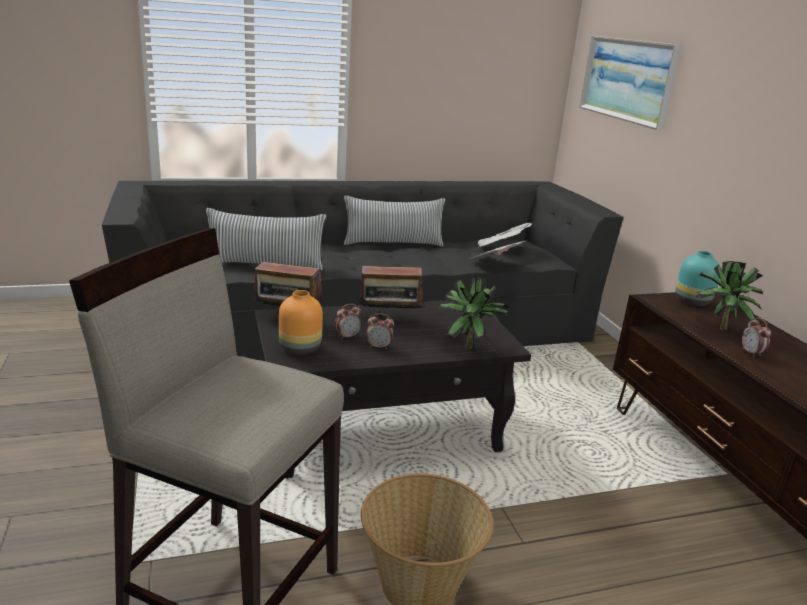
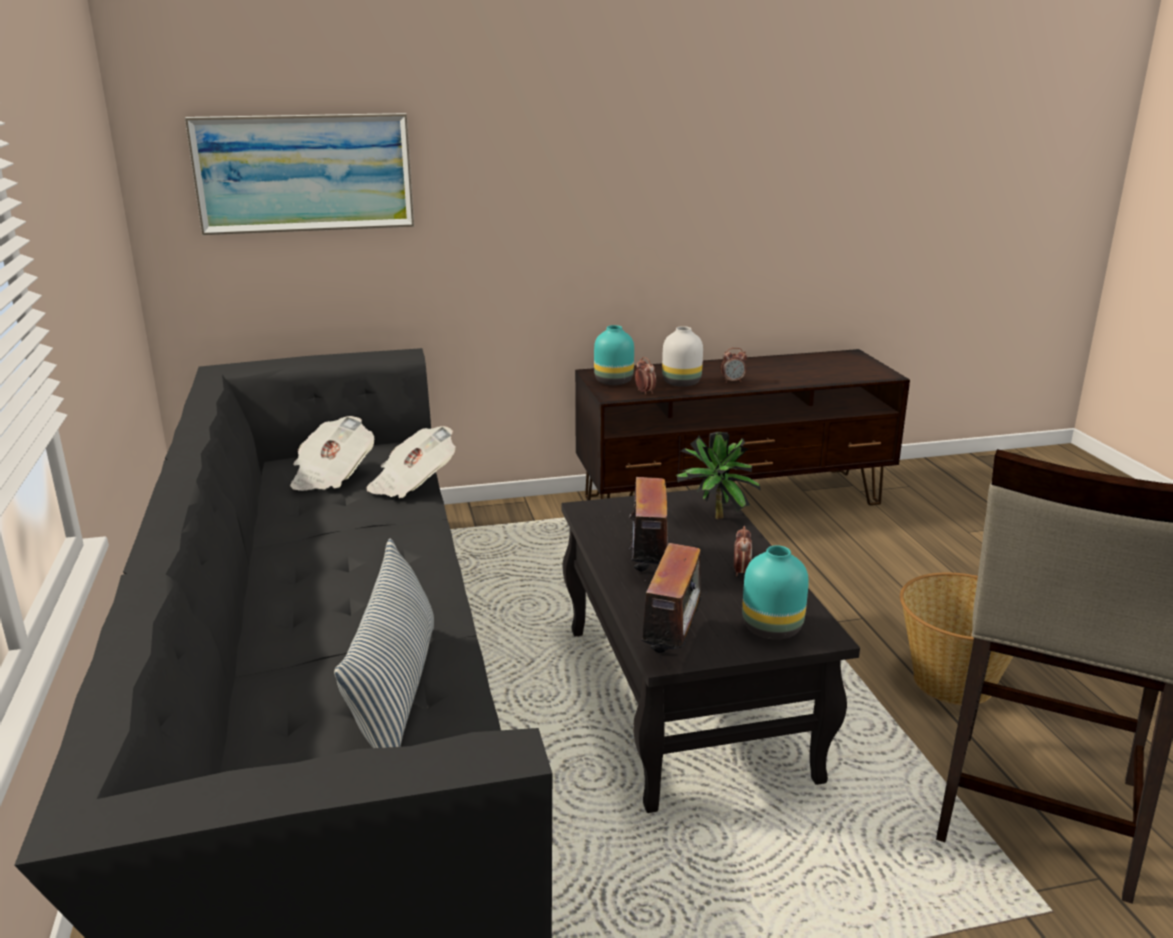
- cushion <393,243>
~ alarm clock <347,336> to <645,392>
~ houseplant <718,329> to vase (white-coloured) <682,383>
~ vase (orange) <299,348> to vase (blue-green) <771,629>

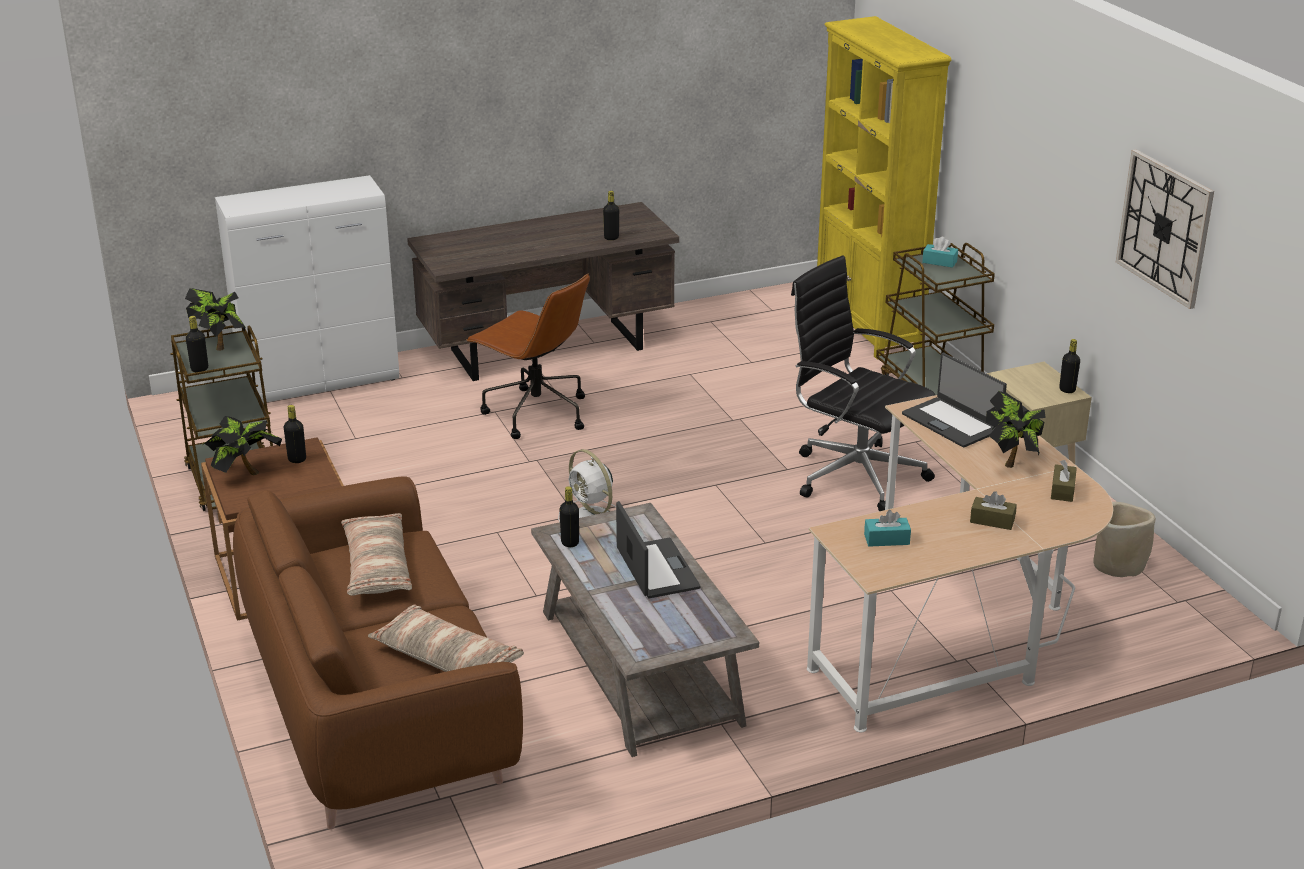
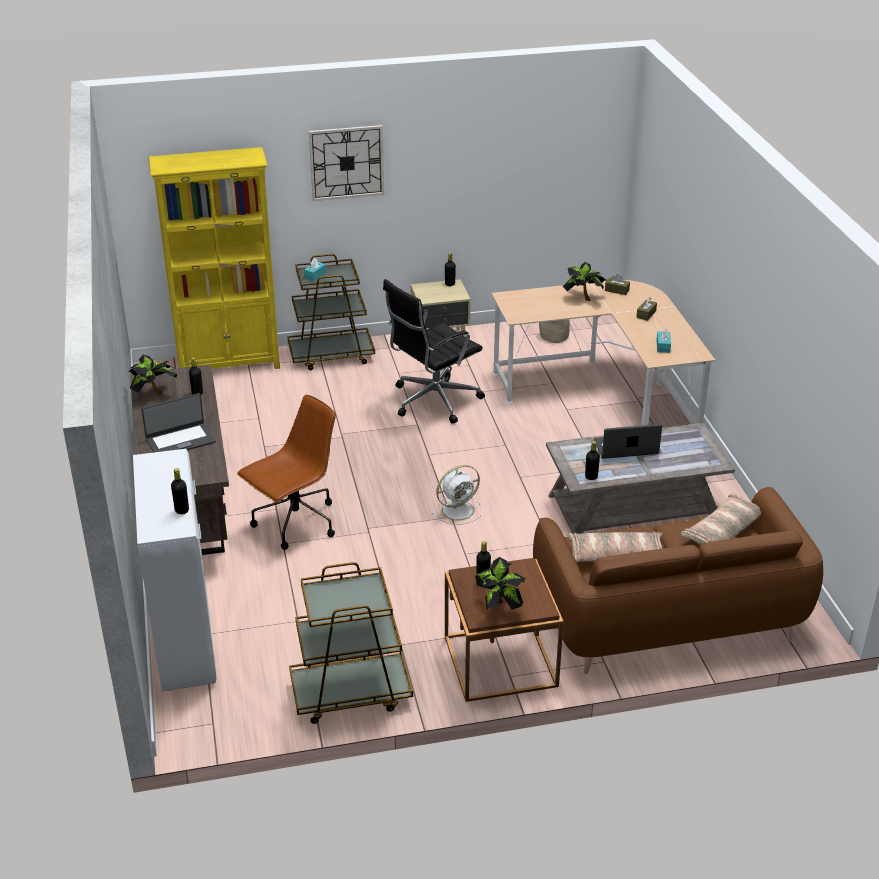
~ houseplant <220,345> to <153,393>
~ drink bottle (black-coloured) <199,369> to <182,510>
~ notebook computer <952,422> to <180,440>
~ clock on the wall <1164,227> to <346,162>

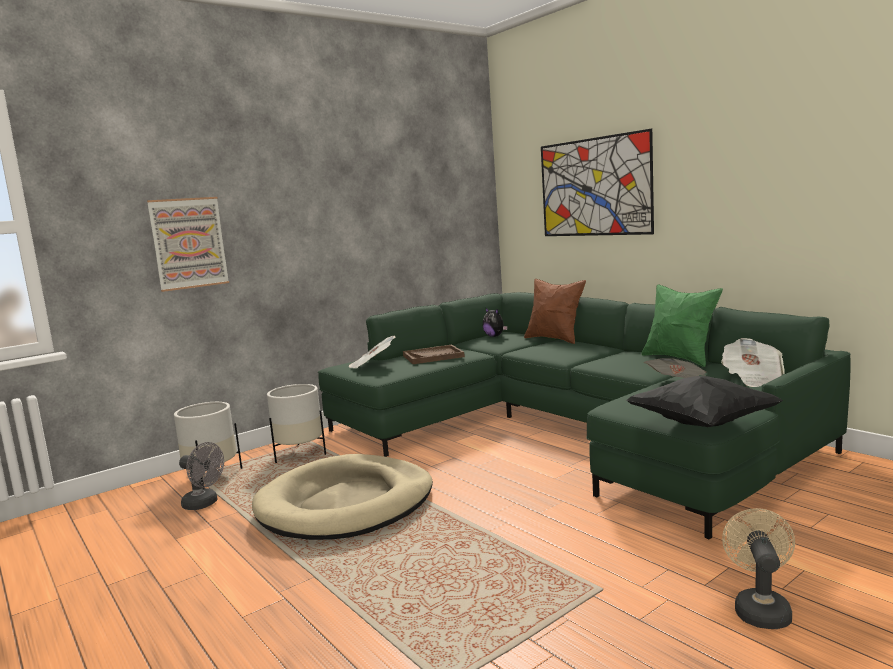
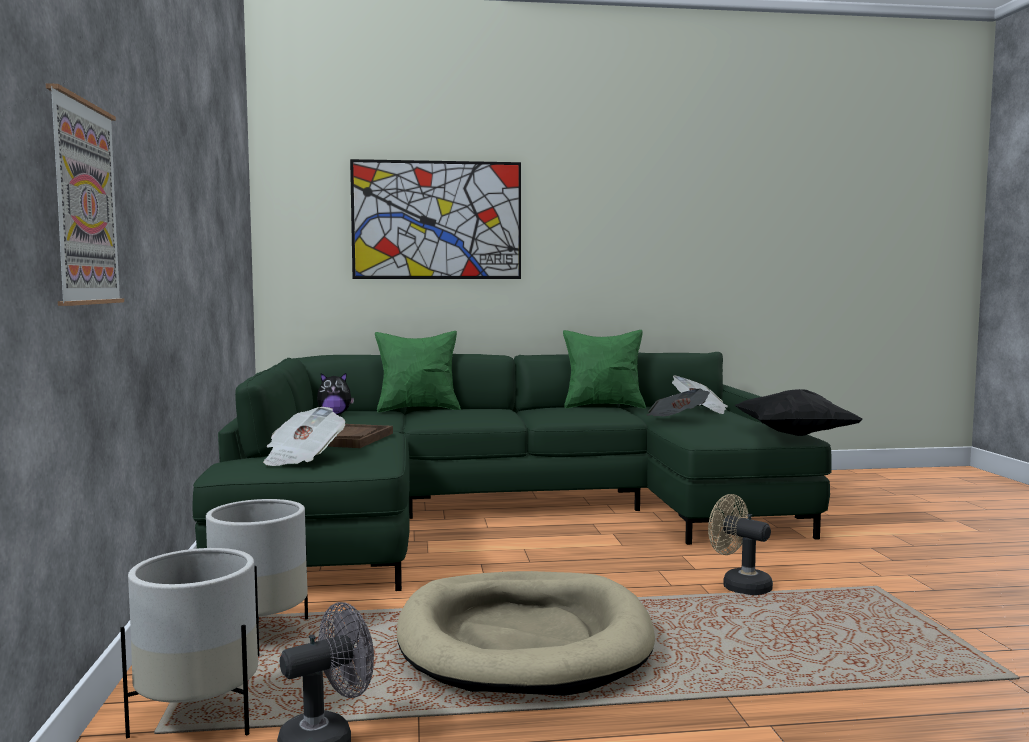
~ cooling fan (sand-coloured) <760,608> to <739,586>
~ cushion (brownish) <555,339> to cushion (green-coloured) <418,409>

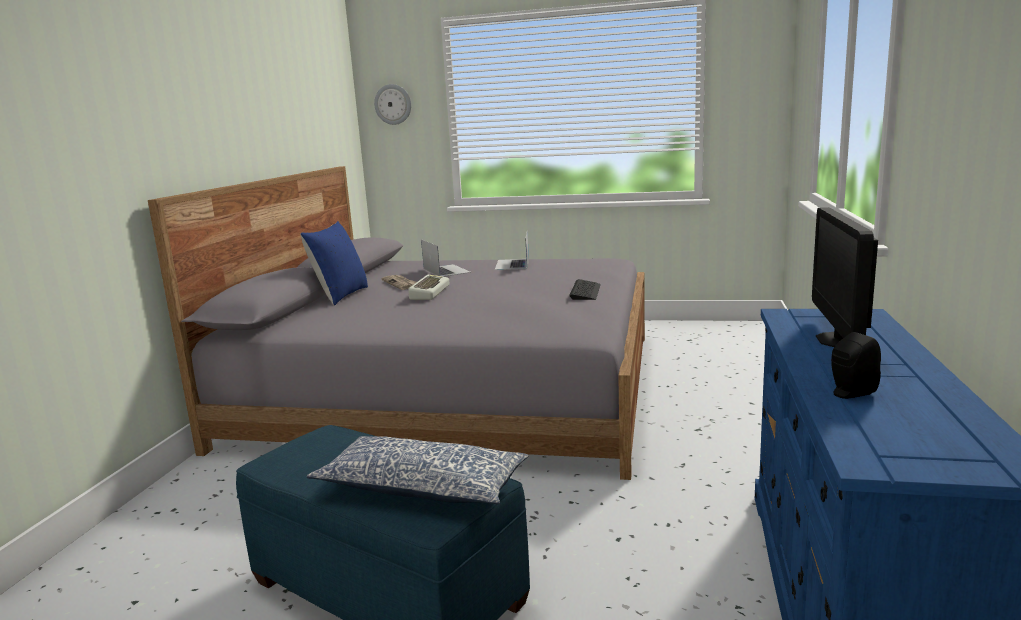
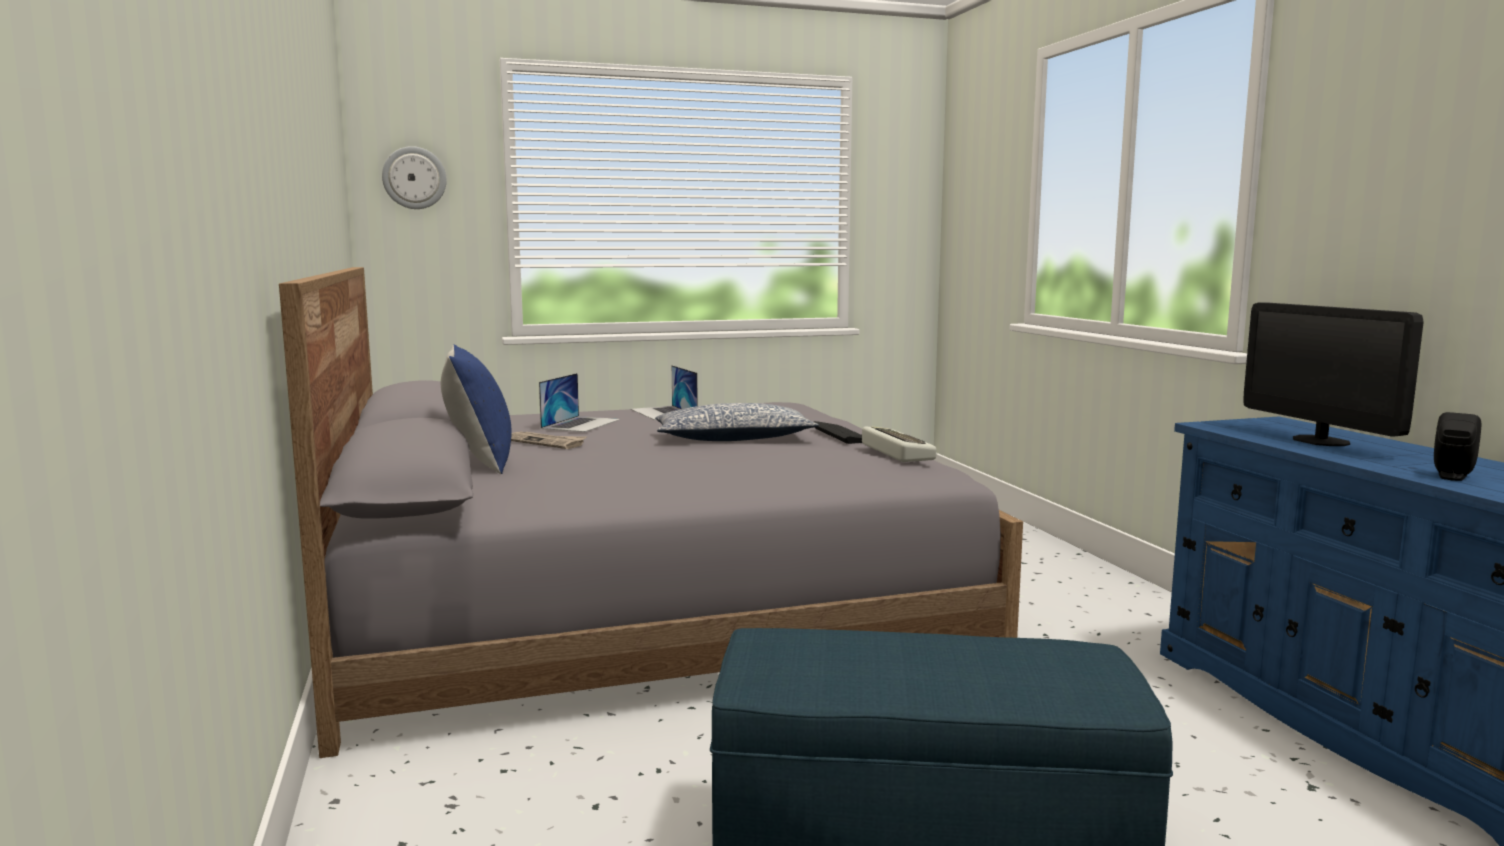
~ cushion <422,487> to <733,439>
~ computer keyboard <428,292> to <894,452>
~ notebook computer <446,270> = <581,424> 75 degrees clockwise

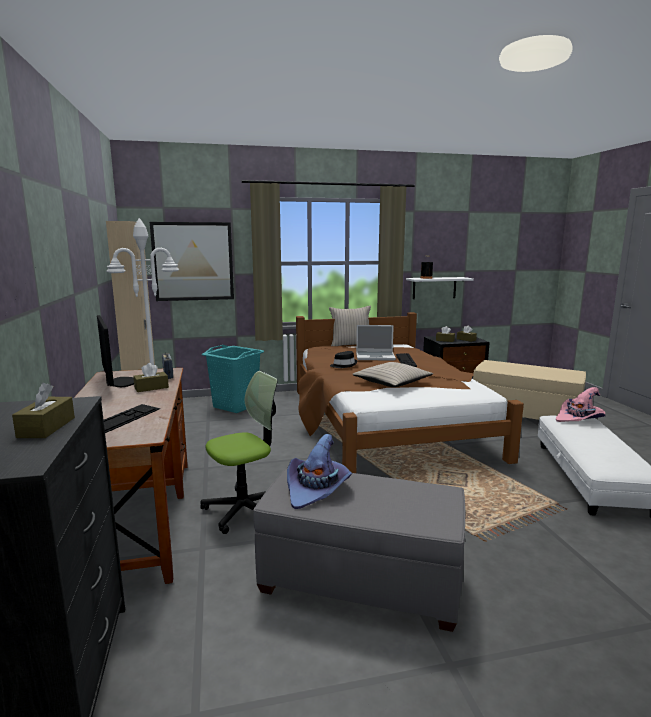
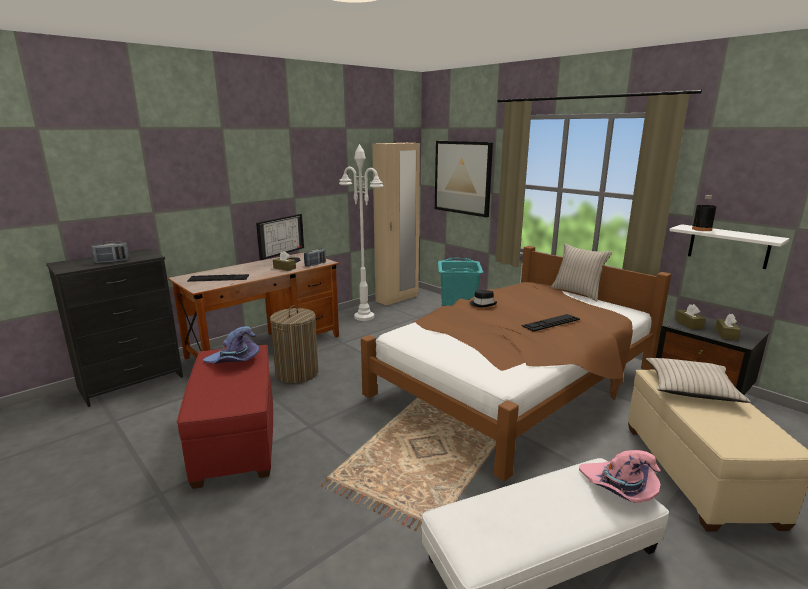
- notebook computer <375,356>
~ cushion (sand-coloured) <392,382> to <691,388>
~ box of tissues (brownish) <46,427> to radio set <112,261>
~ office chair <245,510> to washing basket <297,373>
~ ottoman (grey) <360,580> to ottoman (reddish) <236,438>

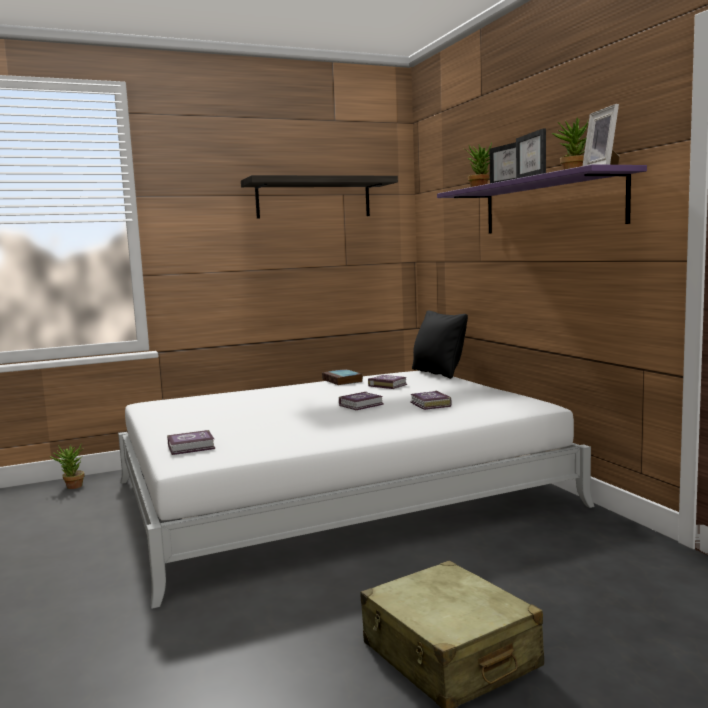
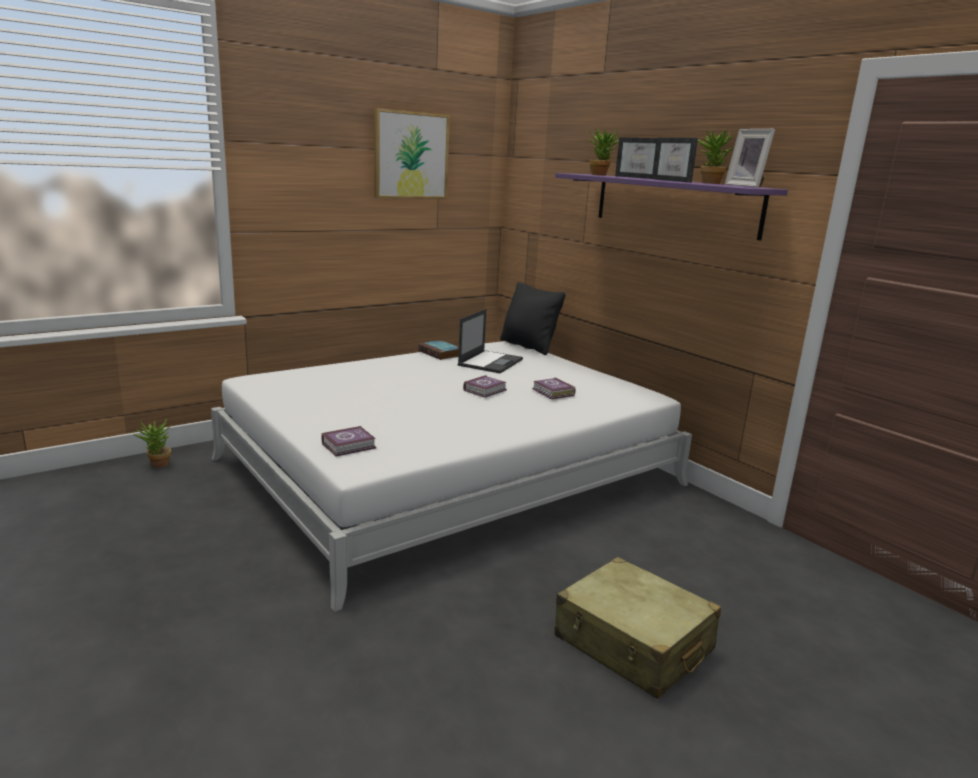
~ bracket shelf <313,198> to picture <411,155>
~ bound book <387,385> to notebook computer <490,362>

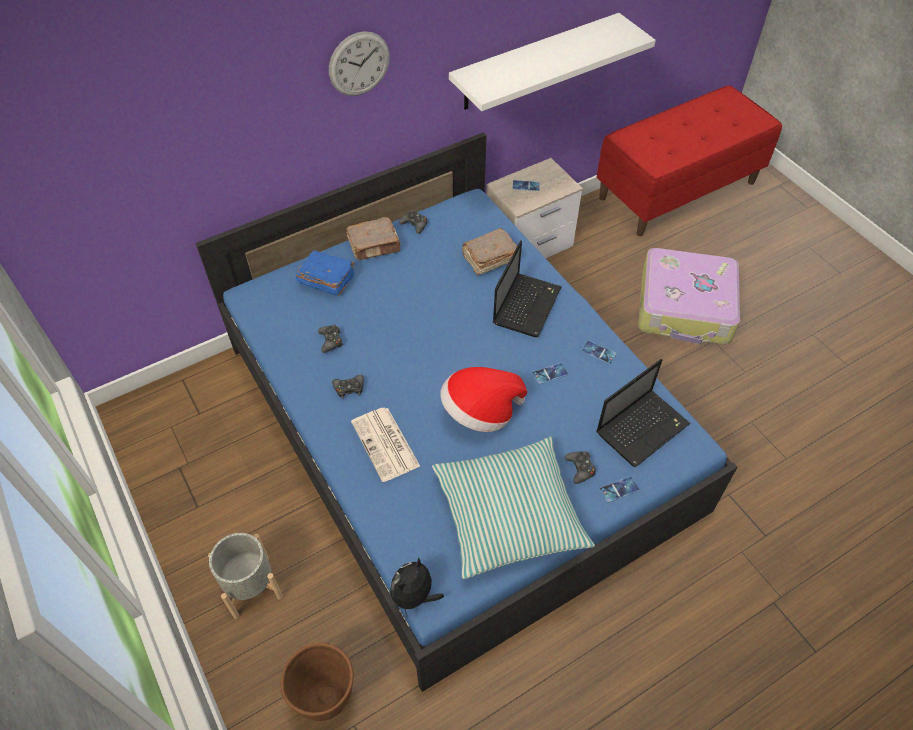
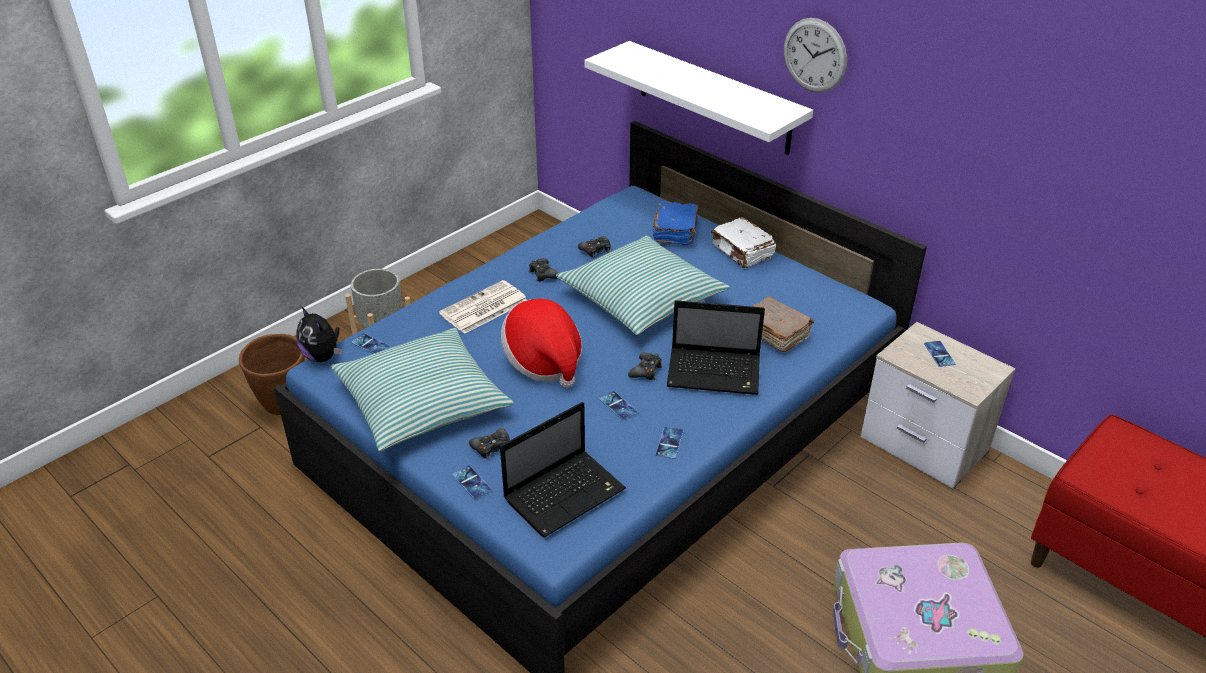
+ phone <370,344>
+ cushion <641,298>
~ joypad (black-coloured) <415,224> to <646,371>
~ bracket shelf (white-coloured) <535,62> to <714,98>
~ bound book (brownish) <375,246> to bound book (white-coloured) <742,252>
~ plush toy <414,596> = <323,356> 150 degrees counterclockwise
~ notebook computer <643,427> = <566,493> 75 degrees counterclockwise

